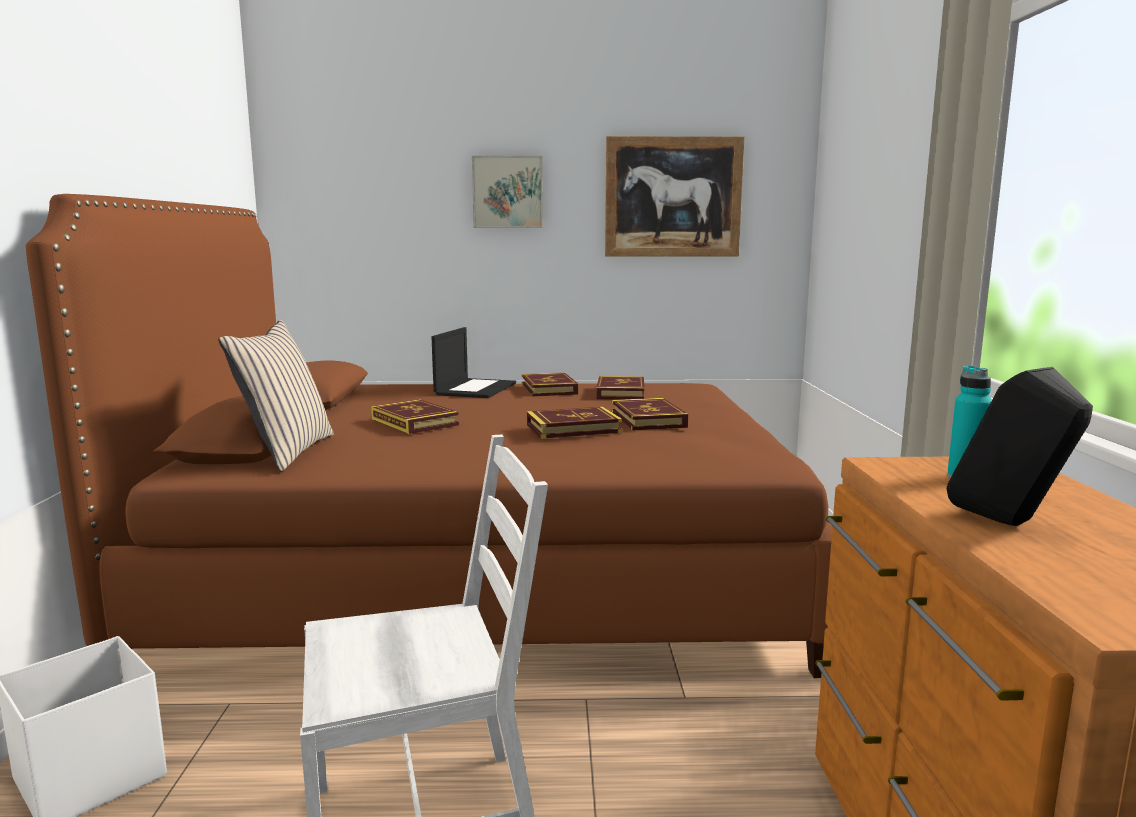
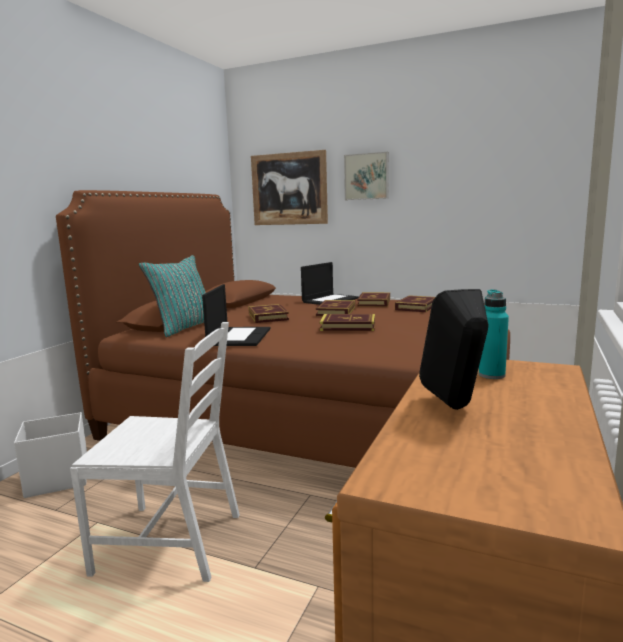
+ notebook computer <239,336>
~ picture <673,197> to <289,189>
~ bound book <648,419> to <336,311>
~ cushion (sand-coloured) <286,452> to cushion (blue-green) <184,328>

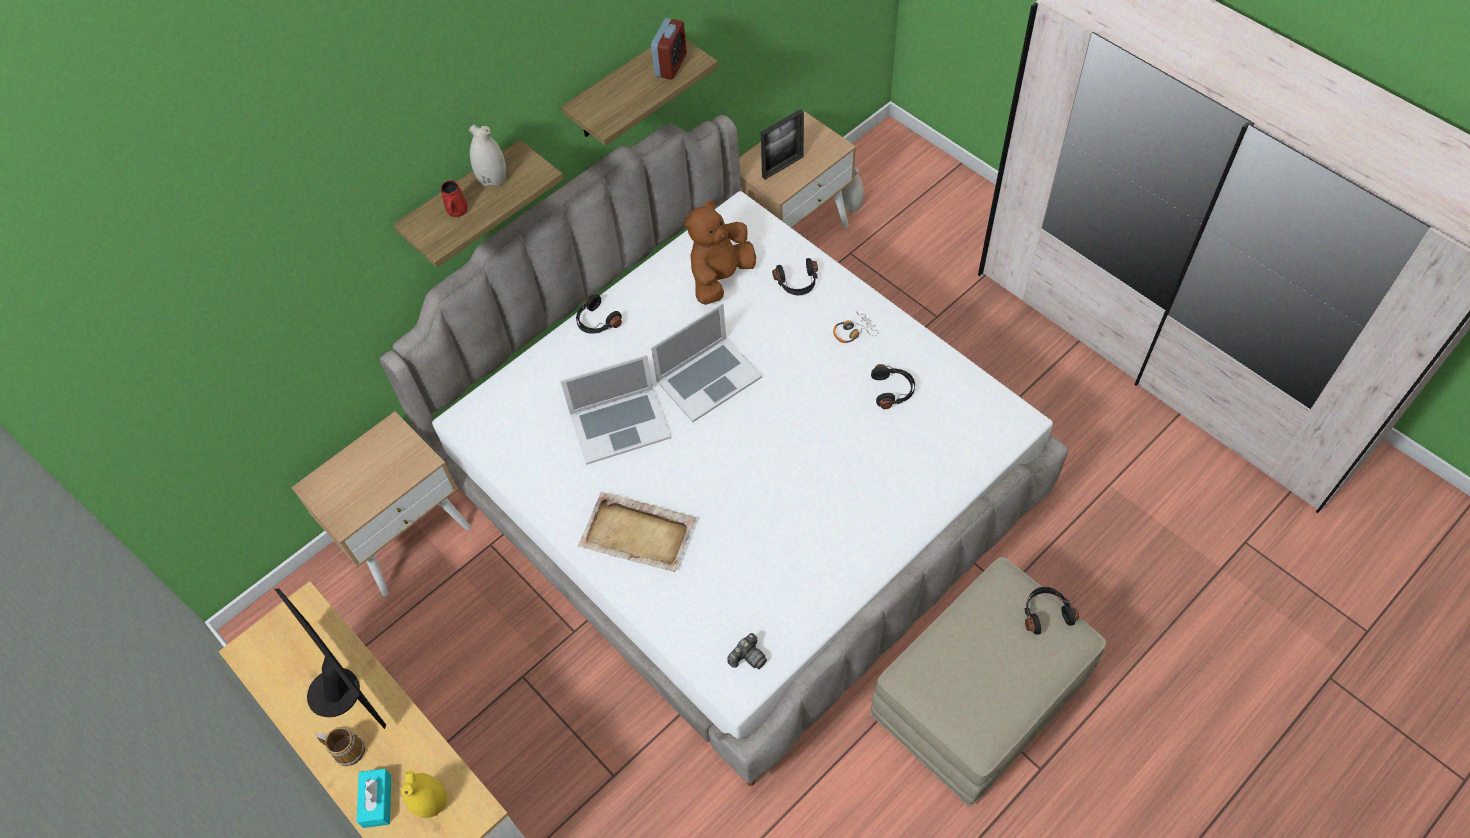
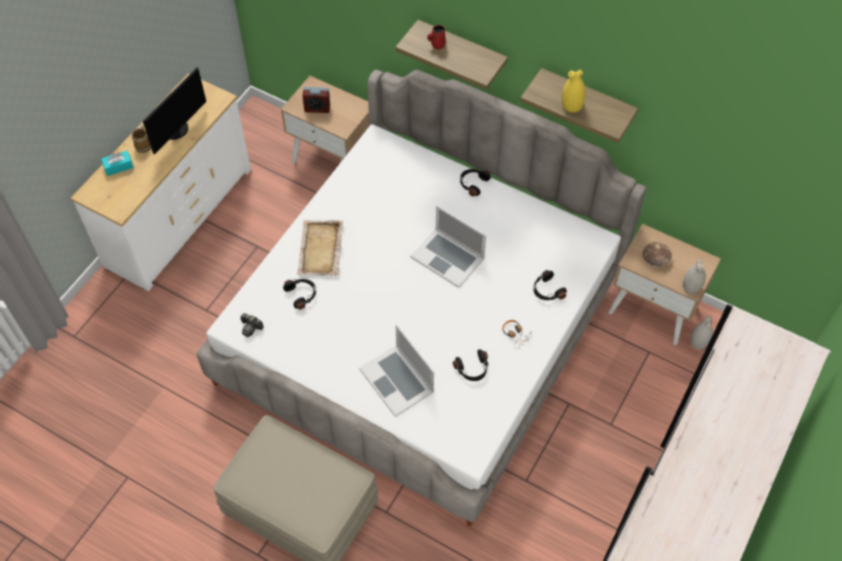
- plush toy (brownish) <720,277>
~ vase (yellow-coloured) <431,802> to <571,106>
~ vase (white-coloured) <492,178> to <691,287>
~ notebook computer <620,425> to <397,380>
~ alarm clock <670,65> to <317,108>
~ headset (black-coloured) <1045,613> to <302,294>
~ photo frame <782,167> to deep dish (brownish) <656,258>

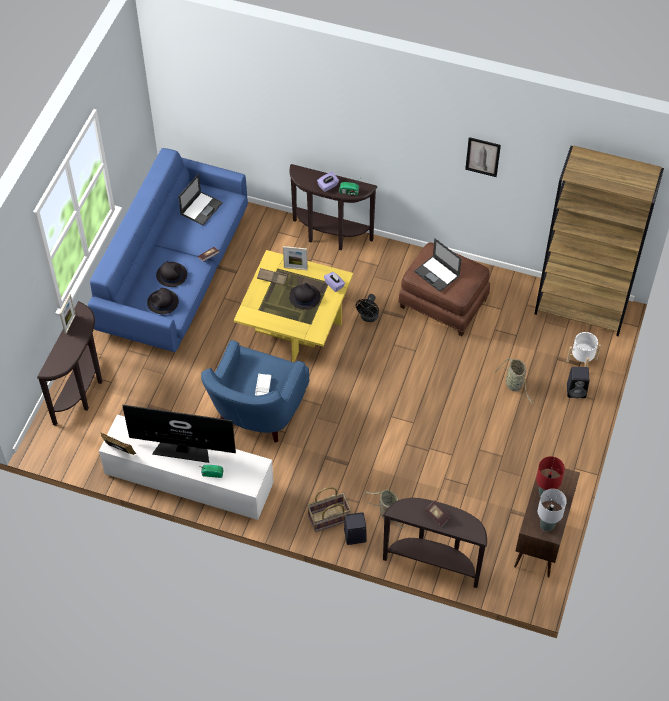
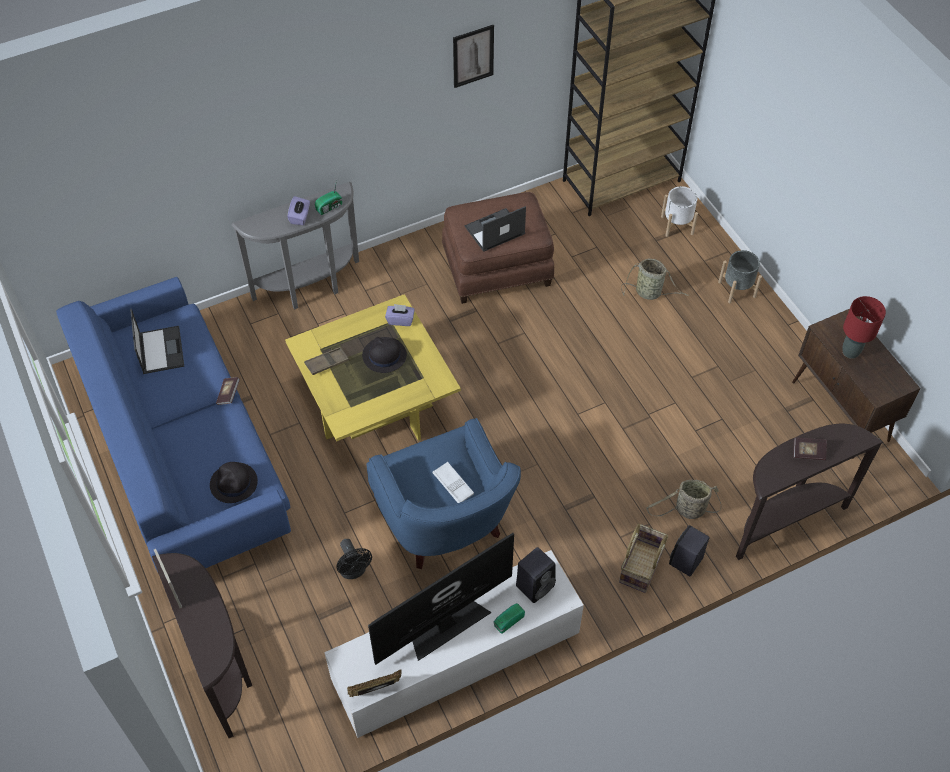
- hat (black-coloured) <171,275>
- photo frame <295,268>
- lamp for a table (grey) <547,526>
+ plant pot (grey) <737,289>
~ cooling fan (black-coloured) <368,317> to <354,571>
~ loudspeaker (black-coloured) <577,391> to <535,585>
~ console table (brownish) <330,237> to console table (grey) <311,289>
~ notebook computer <437,274> = <494,231> 150 degrees clockwise

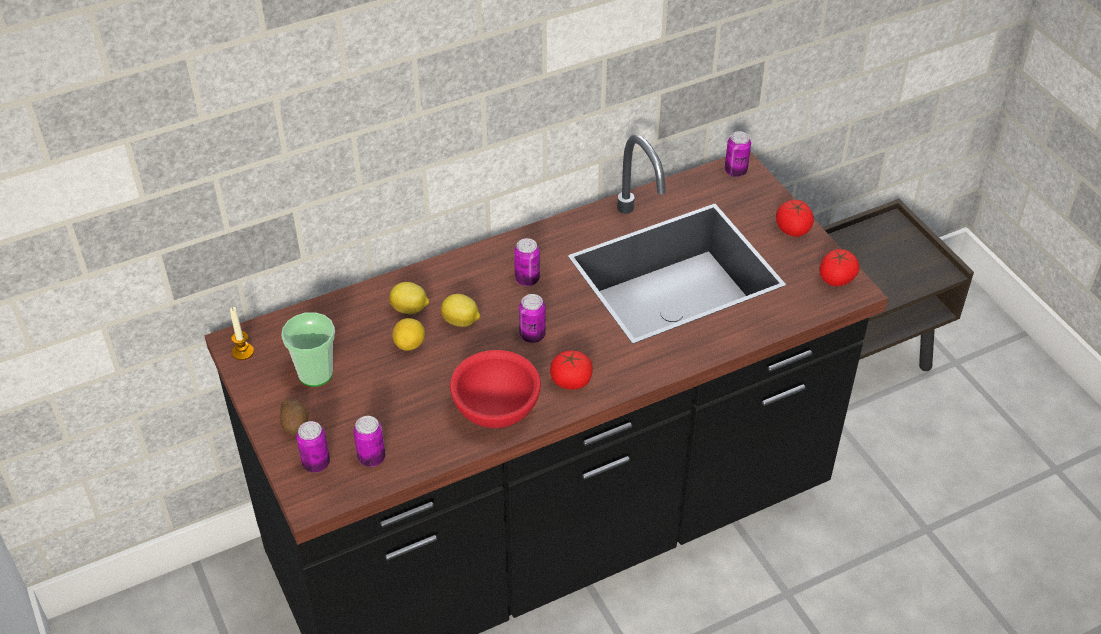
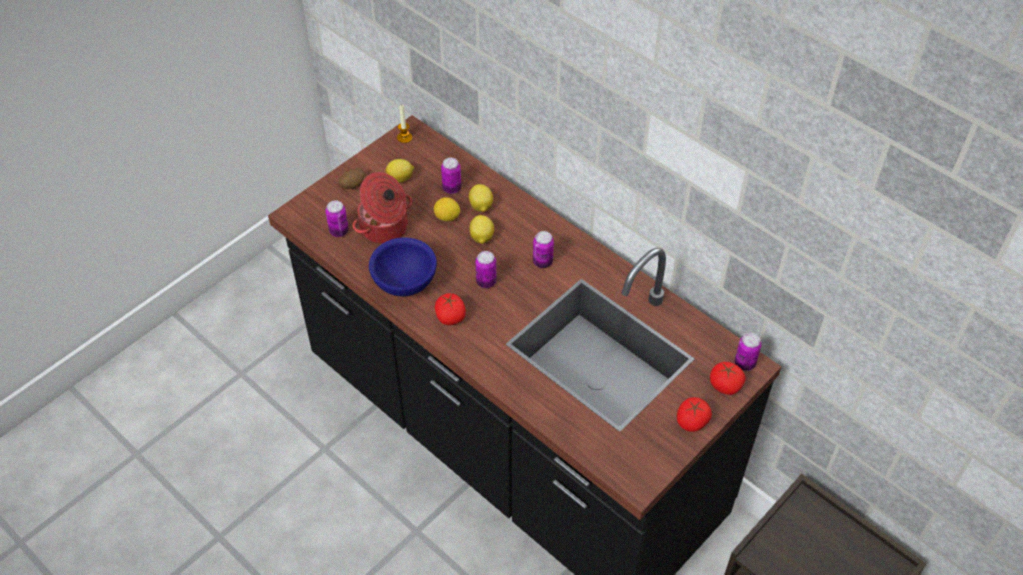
+ cooking pot <385,228>
~ can <316,463> to <452,188>
~ fresh tomato <836,279> to <725,386>
~ drinking cup <315,373> to lemon <400,179>
~ deep dish (reddish) <495,410> to deep dish (blue) <405,282>

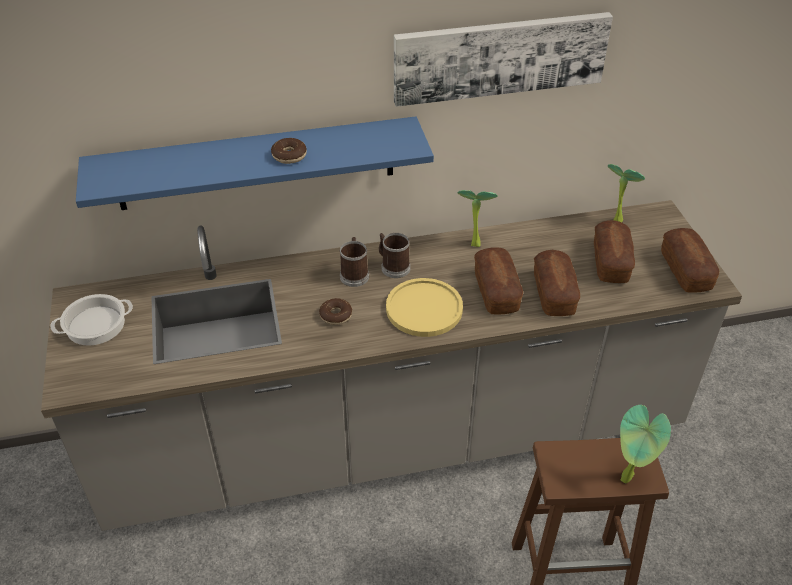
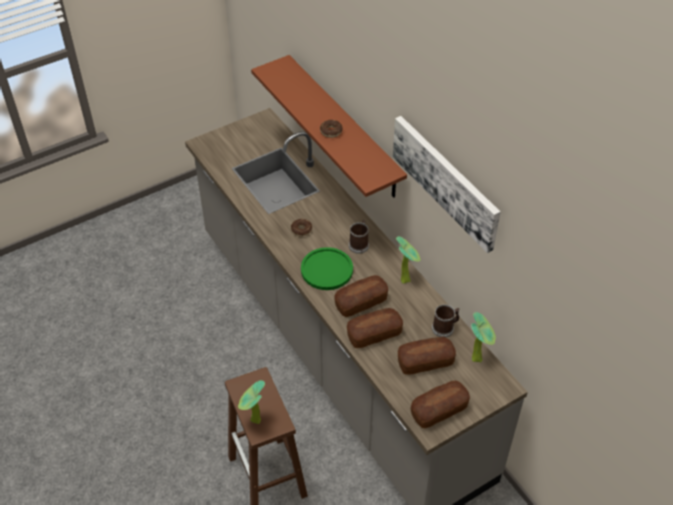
- cooking pot <96,324>
~ mug <354,274> to <445,327>
~ bracket shelf (blue) <256,164> to bracket shelf (brownish) <344,127>
~ plate (yellow-coloured) <424,309> to plate (green-coloured) <327,269>

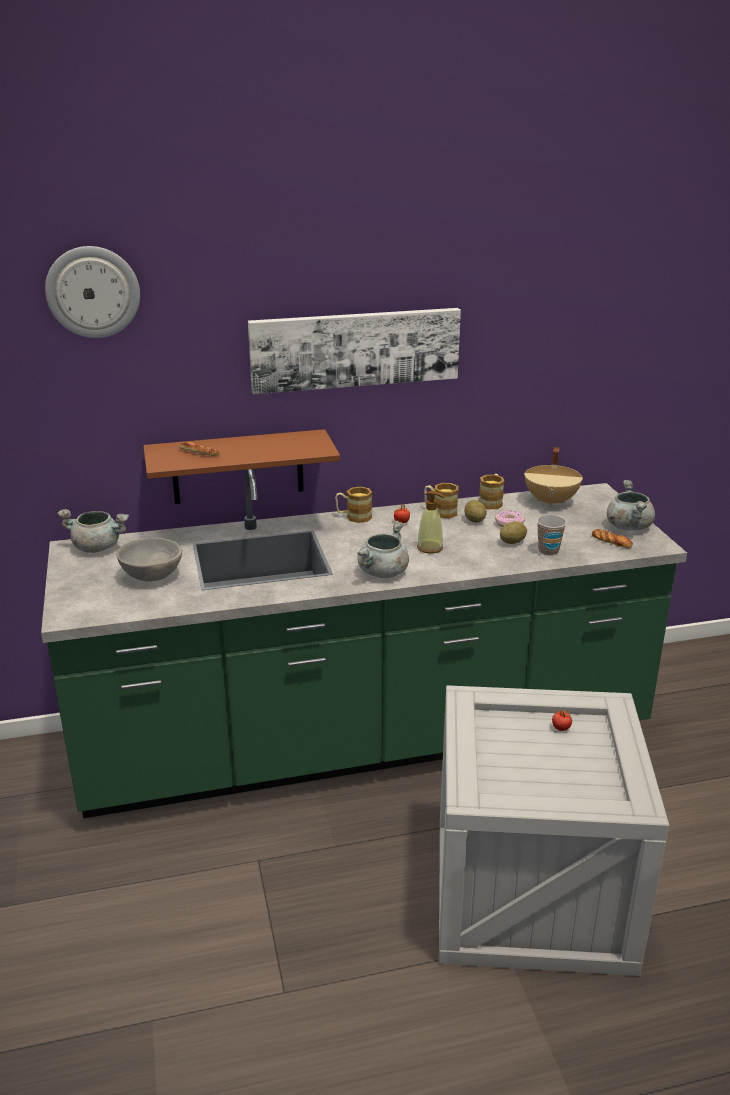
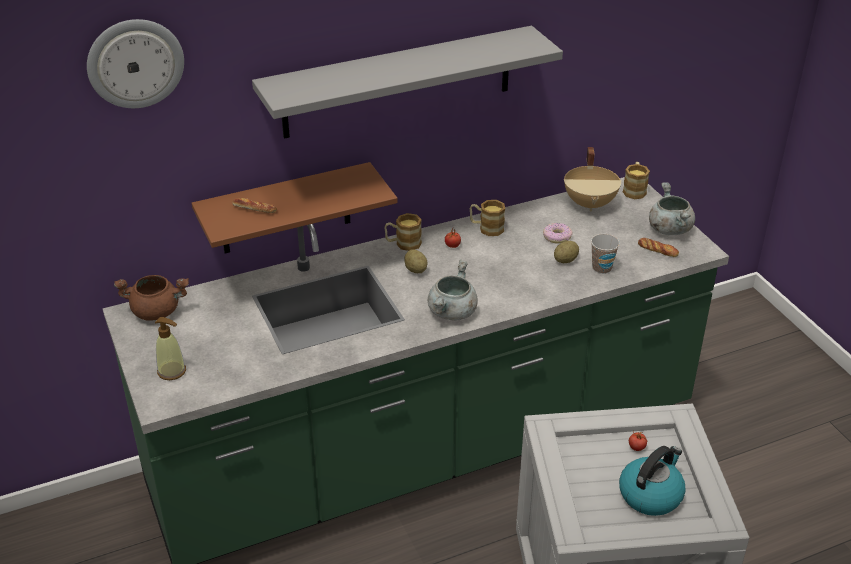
- deep dish (grey) <152,576>
+ kettle <650,494>
~ soap dispenser <430,548> to <172,371>
~ whole potato <474,520> to <415,270>
~ mug <491,502> to <634,190>
~ picture <355,349> to bracket shelf (grey) <398,82>
~ cooking pot (grey) <98,547> to cooking pot (brownish) <157,311>

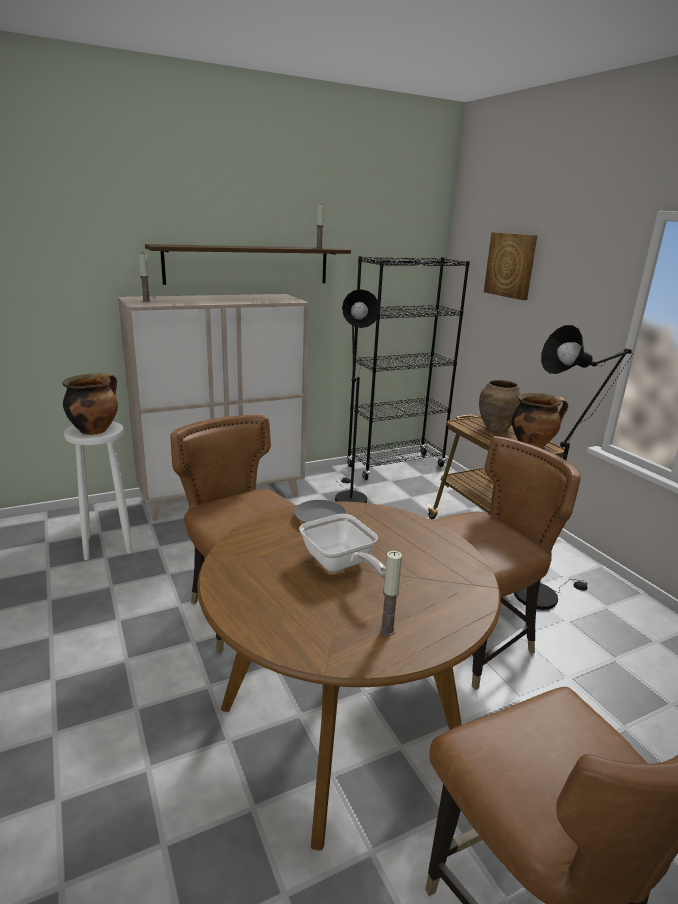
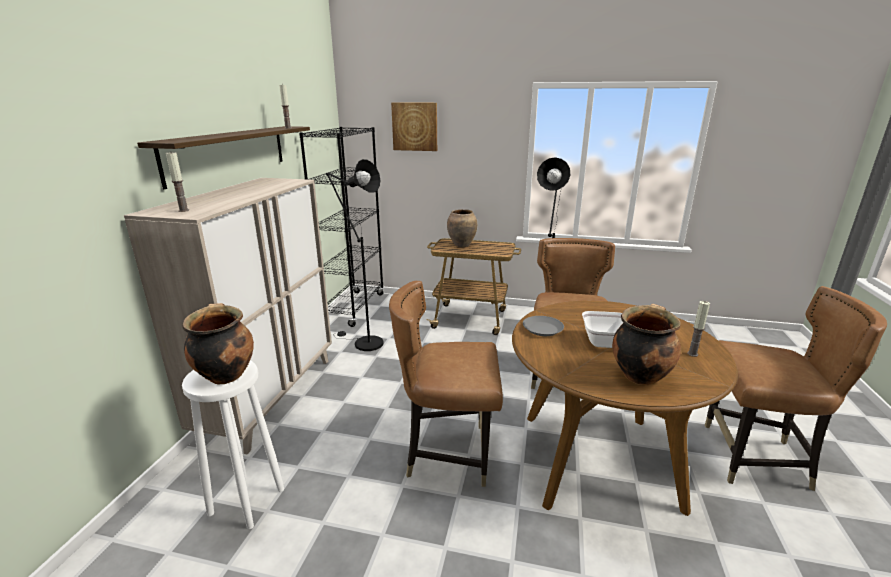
~ cooking pot <532,445> to <639,375>

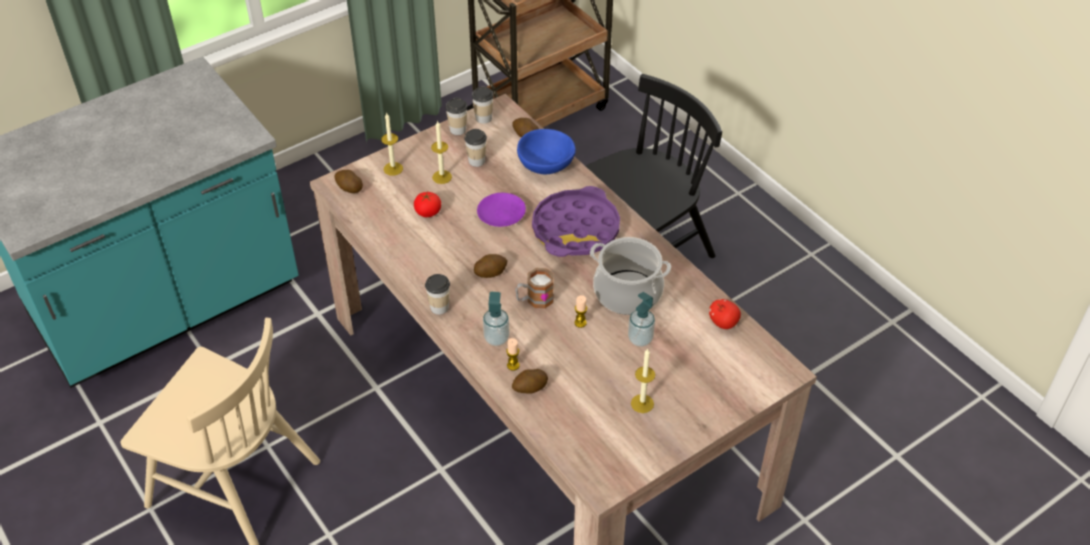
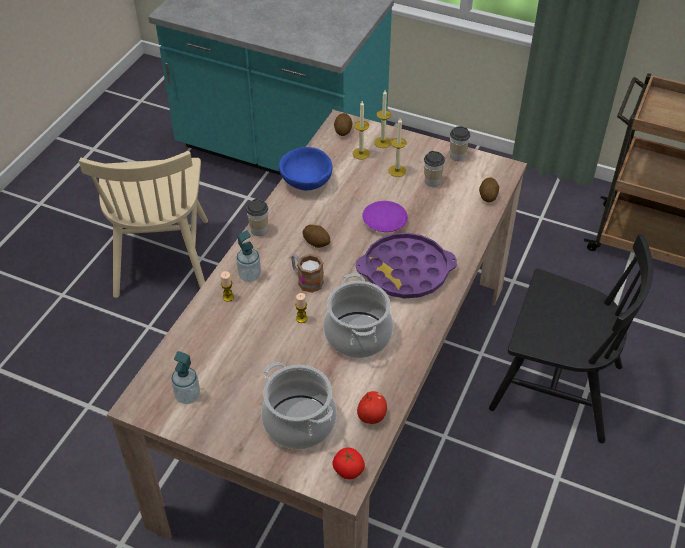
- drinking cup <483,118>
- whole potato <530,388>
+ cooking pot <300,422>
~ fresh tomato <428,212> to <348,470>
~ deep dish (blue) <545,166> to <305,182>
~ soap dispenser <640,339> to <188,396>
~ candle <642,403> to <361,153>

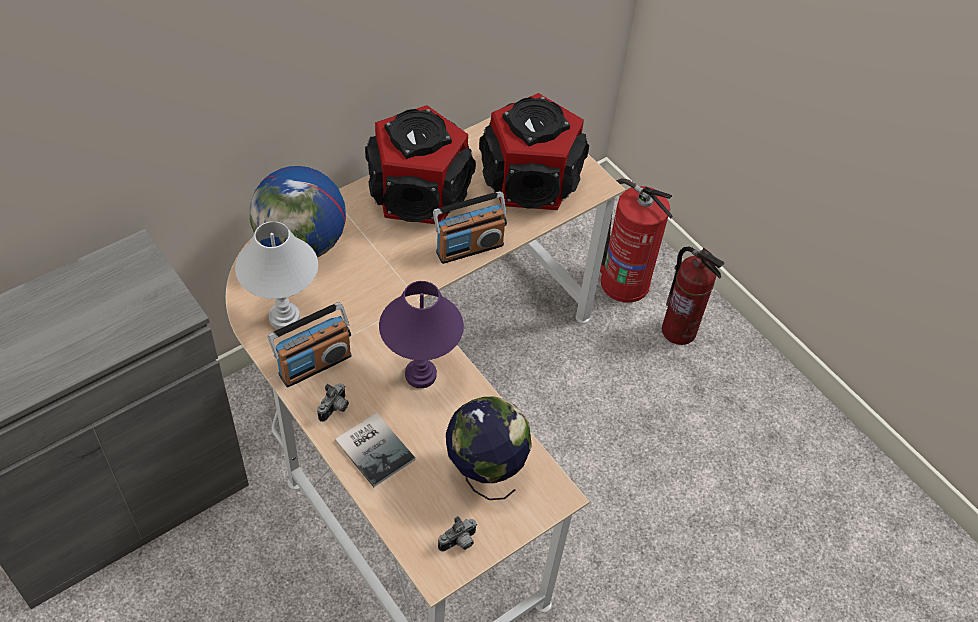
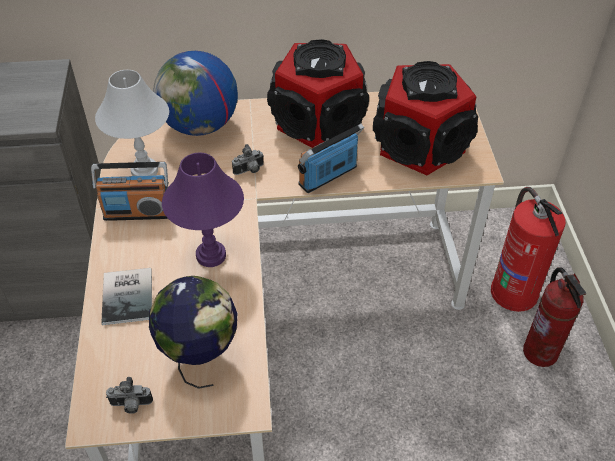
~ still camera <335,409> to <249,171>
~ radio set <469,247> = <328,176> 135 degrees clockwise

